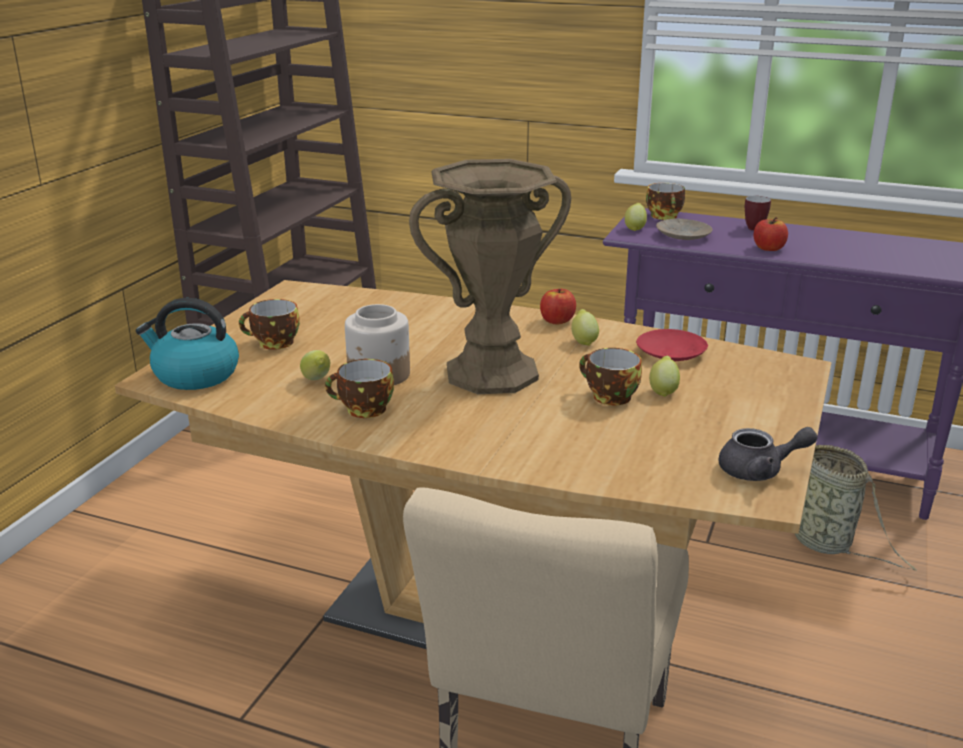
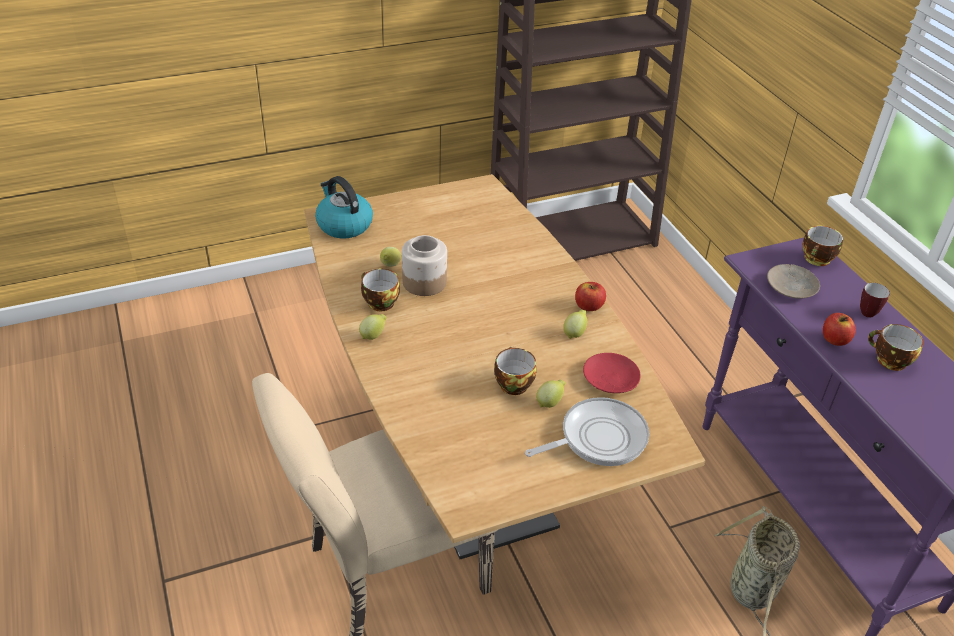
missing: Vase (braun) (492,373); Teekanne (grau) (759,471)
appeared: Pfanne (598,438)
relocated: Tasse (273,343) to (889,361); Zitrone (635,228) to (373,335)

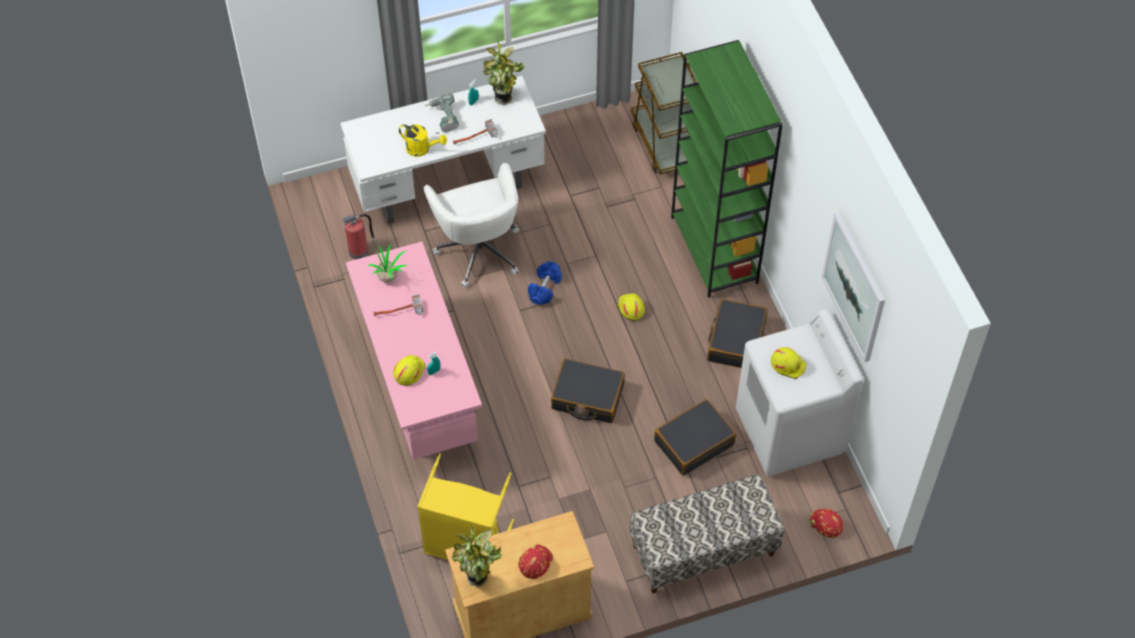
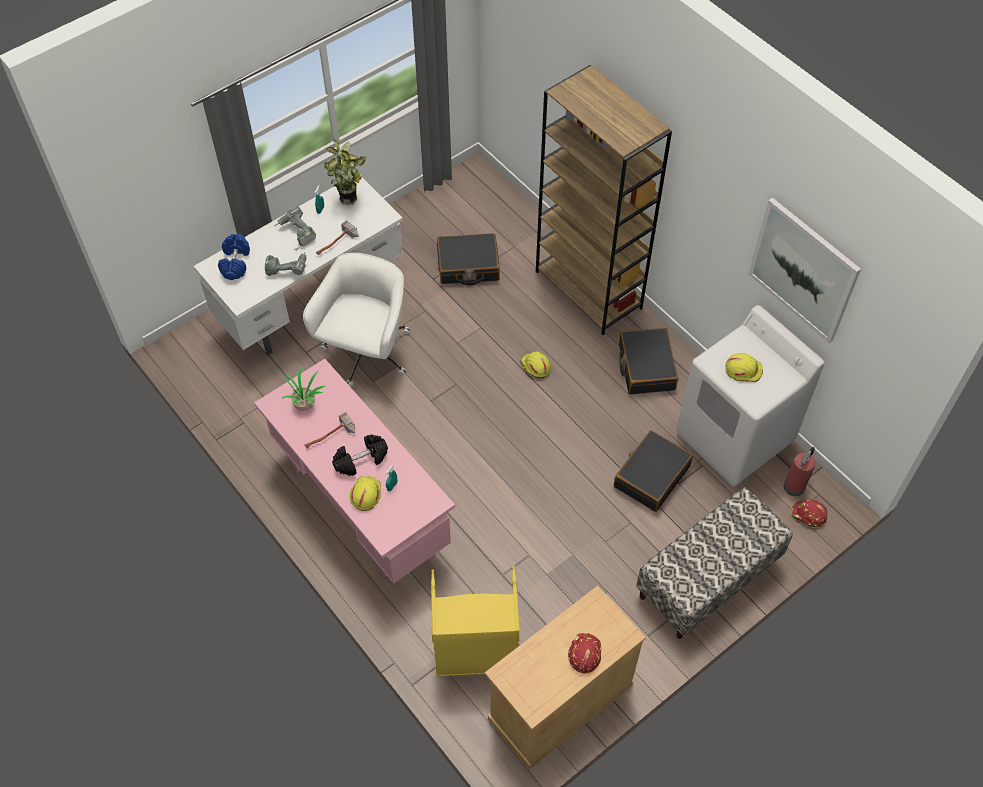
missing: Topfpflanze (479,579); Rollwagen (braun) (666,143)
appeared: Hantel (schwarz) (361,460)
relocated: Feuerlöscher (359,251) to (794,486); Hantel (blau) (544,288) to (235,263); Koffer (schwarz) (587,397) to (468,266)
exchanged: Gießkanne (gelb) (422,149) to Bohrmaschine (287,268)
colour: Bücherregal (grün) (715,250) to Bücherregal (braun) (589,290)
spun: Bürostuhl (weiß) (479,249) = (366,354) 120 degrees counterclockwise

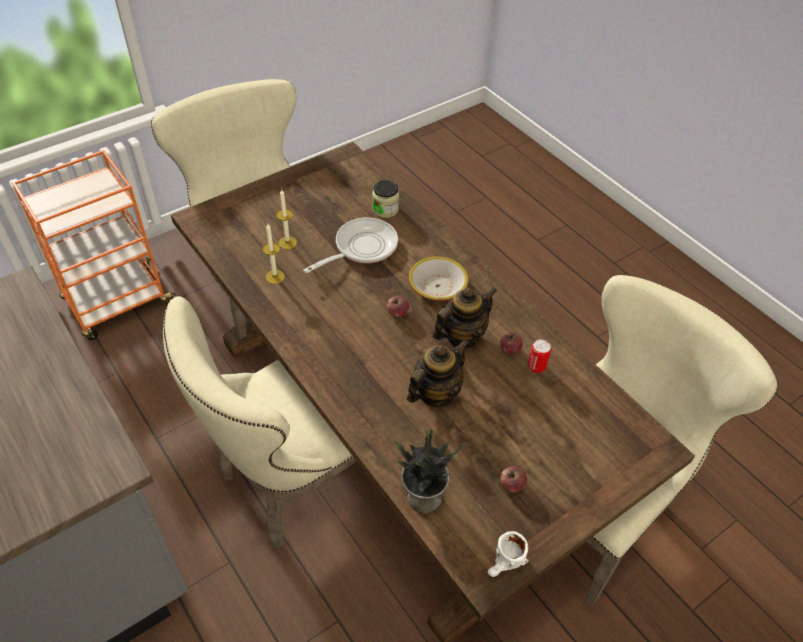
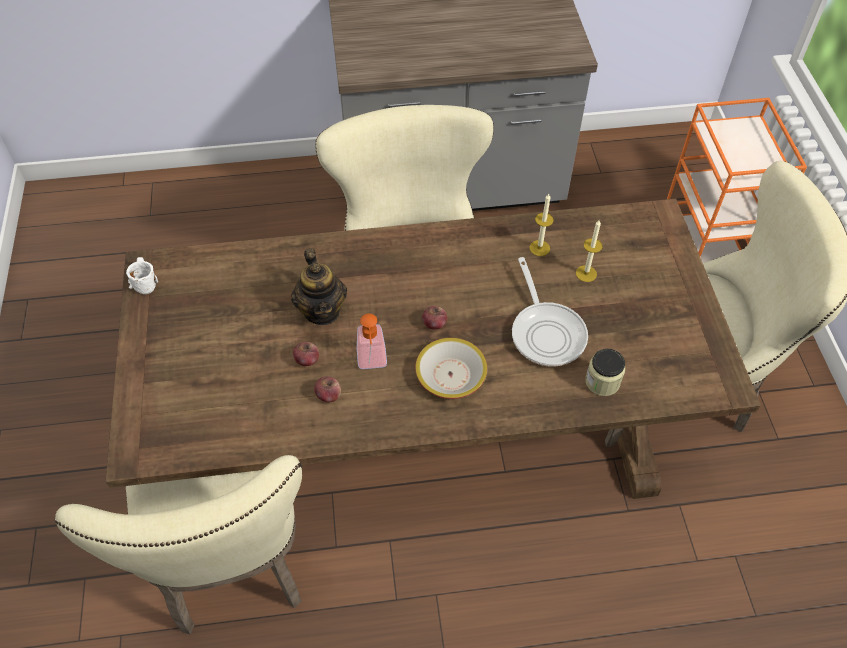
missing: Topfpflanze (422,497); Dose (536,367)
relocated: Apfel (511,485) to (307,360)
exchanged: Teekanne (461,335) to Seifenspender (372,363)

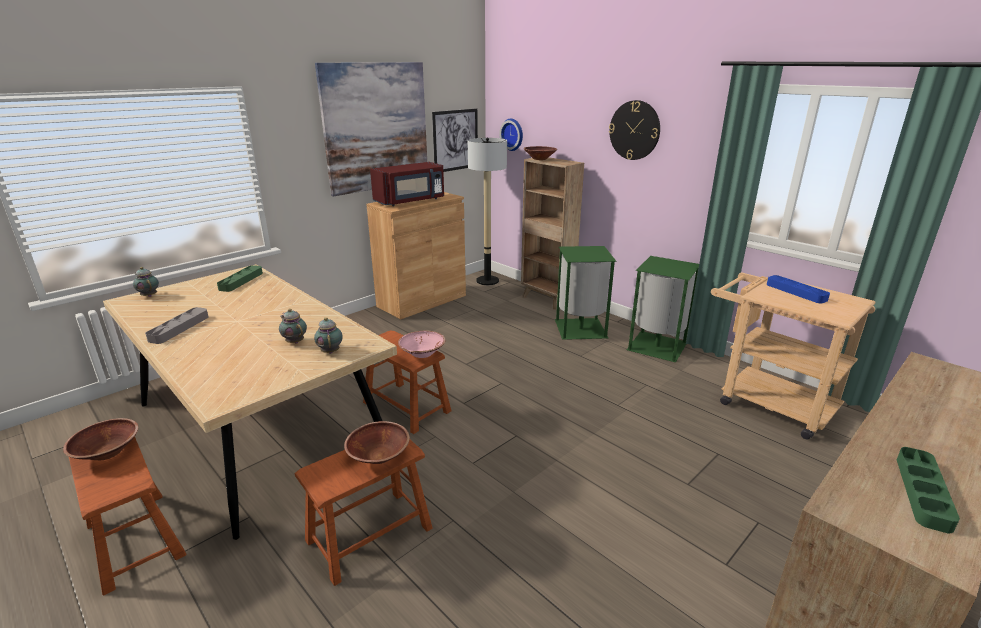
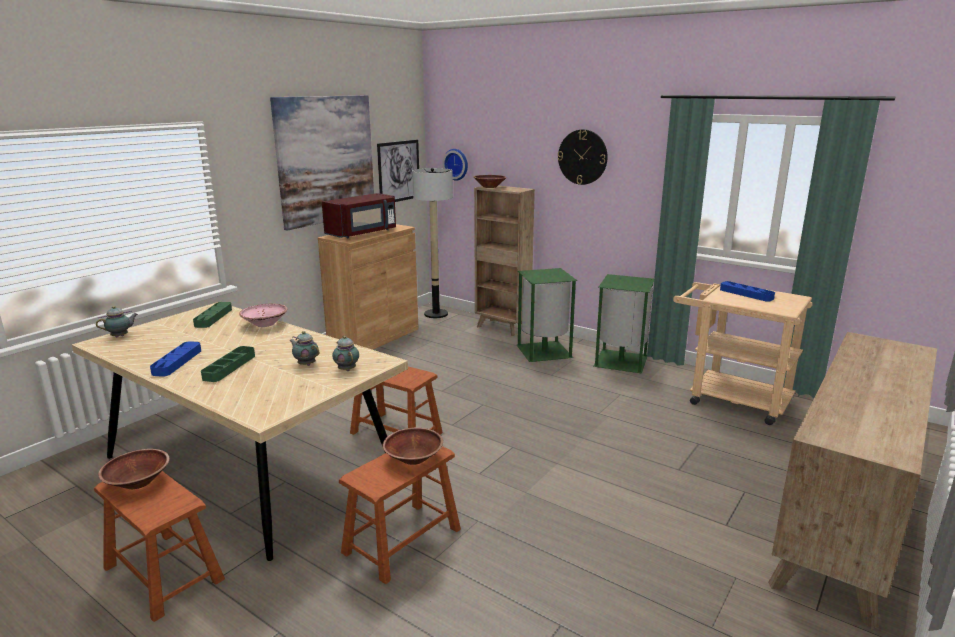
relocated: Schüssel (rosa) (422,353) to (265,324); Tablett (grün) (922,492) to (229,367)
colour: Tablett (grau) (179,328) to Tablett (blau) (177,362)
spun: Teekanne (149,295) = (121,336) 105 degrees clockwise

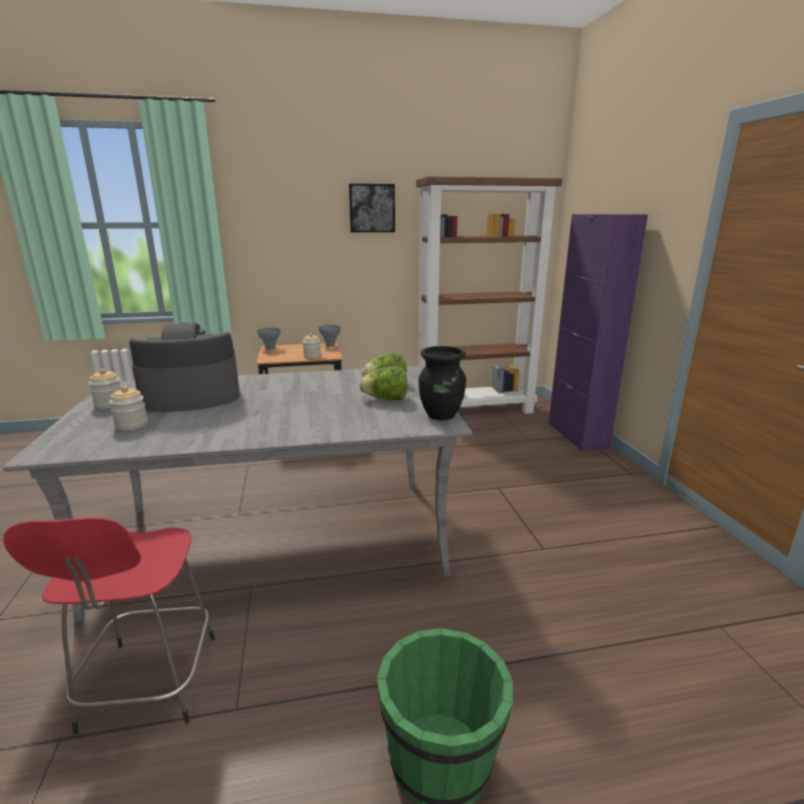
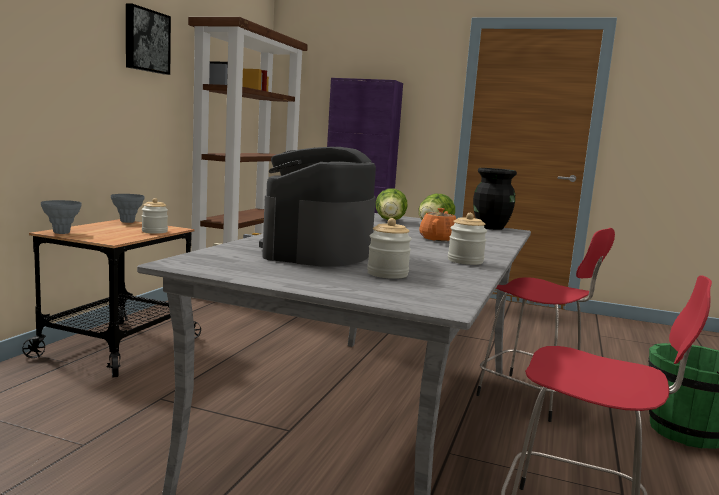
appeared: Teekanne (orange) (438,239); Hocker (rot) (532,398)
relocated: Vorratsglas (109,404) to (465,261)

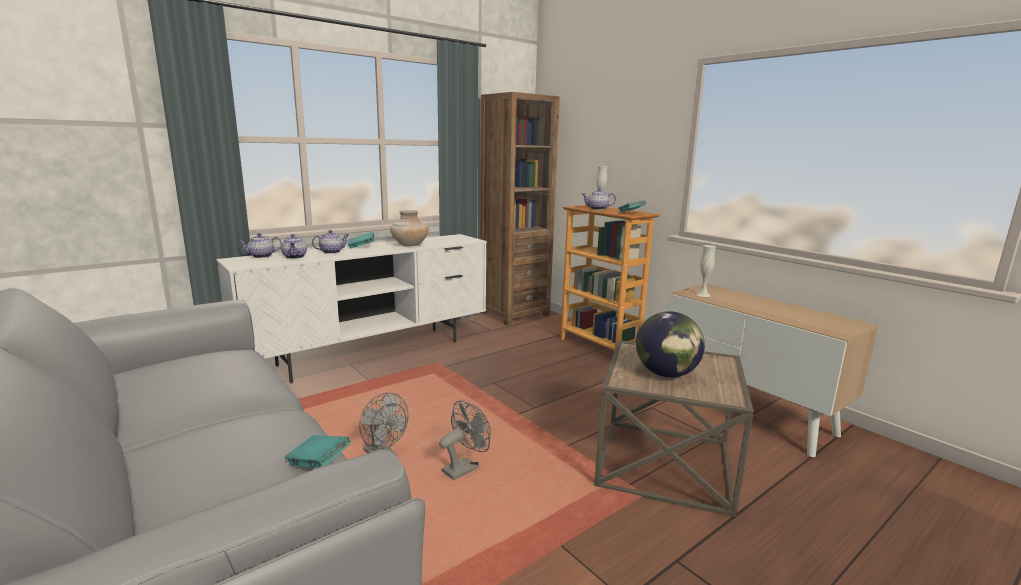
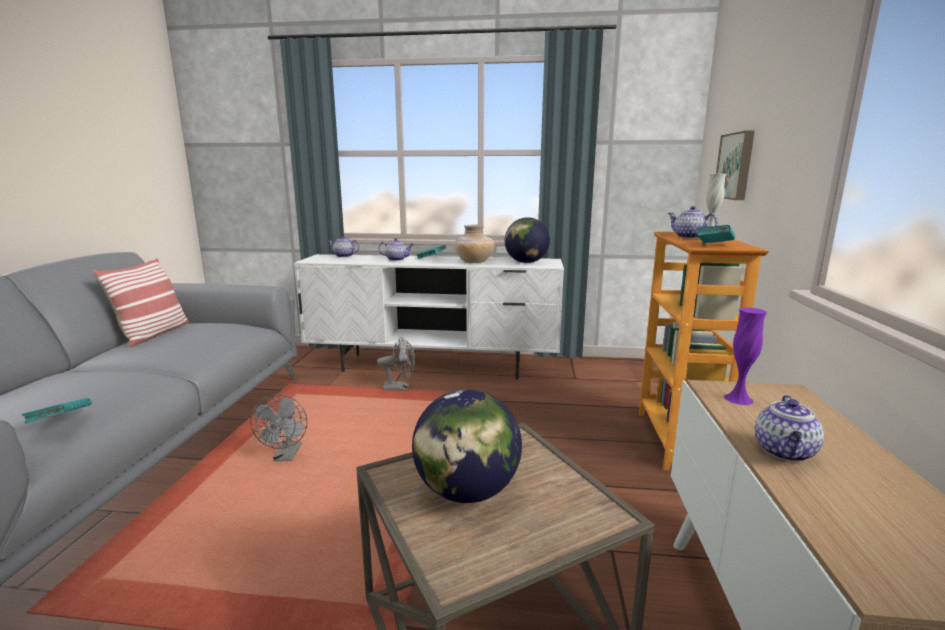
missing: Bücherregal (braun) (514,314)
appeared: Kissen (153,334); Globus (526,262); Bild (736,166)
relocated: Teekanne (295,257) to (785,452); Ventilator (grau) (465,468) to (400,388)
colour: Vase (weiß) (703,295) to Vase (lila) (738,399)

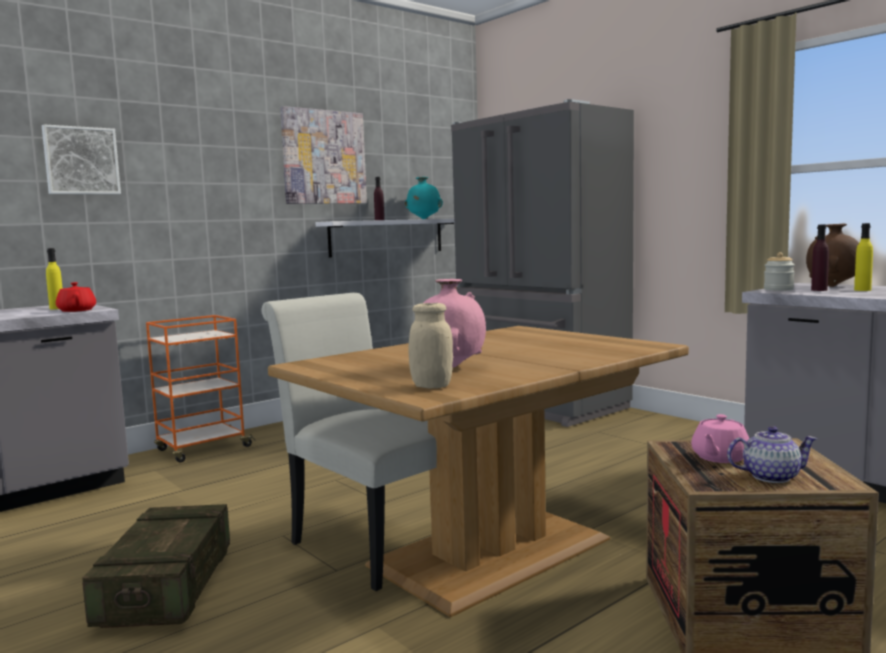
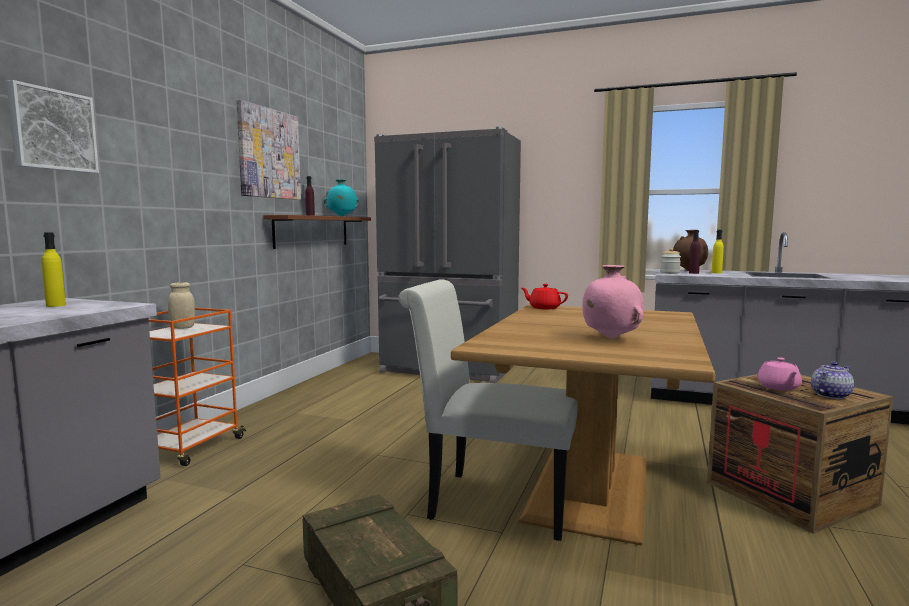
relocated: Teekanne (rot) (77,310) to (544,308); Vorratsglas (beige) (431,386) to (182,327)
colour: Wandregal (weiß) (387,237) to Wandregal (braun) (312,231)

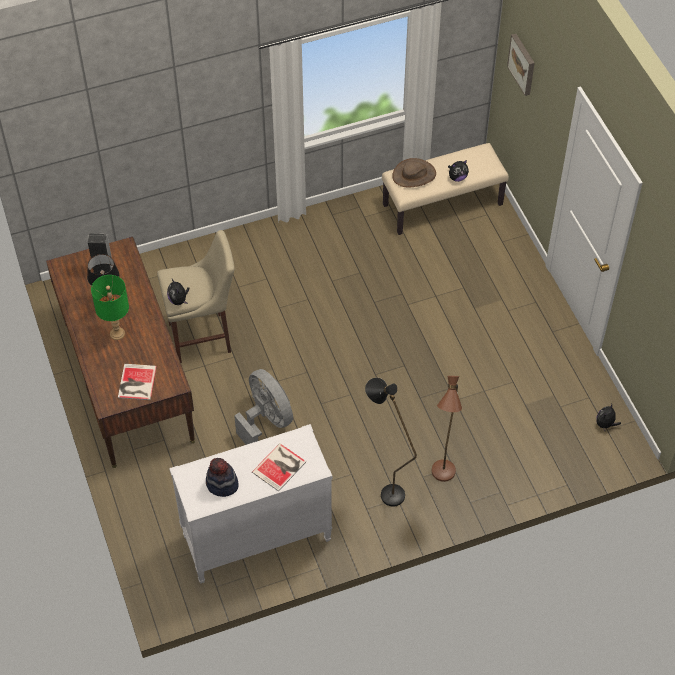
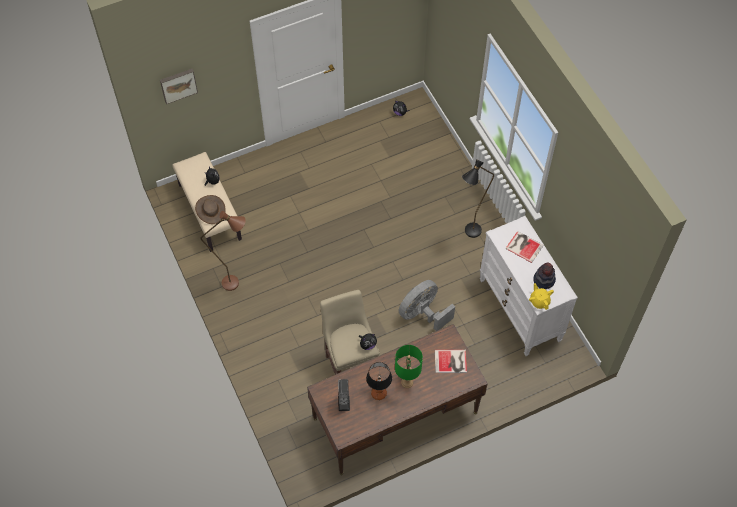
appeared: Teekanne (gelb) (539,301)
relocated: Stehlampe (braun) (442,479) to (237,283)

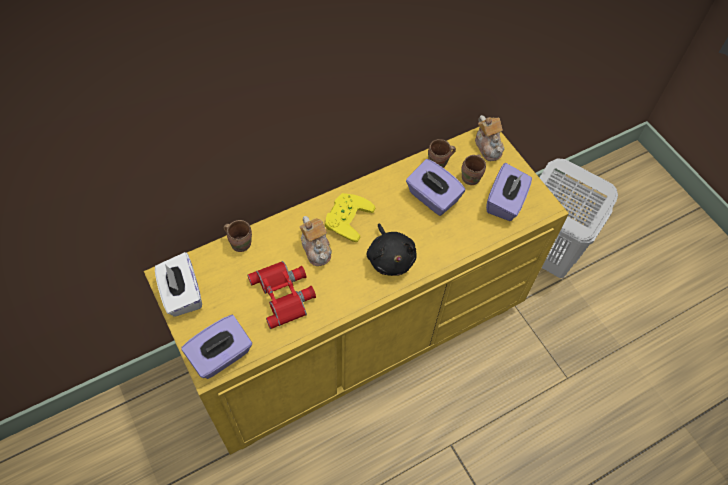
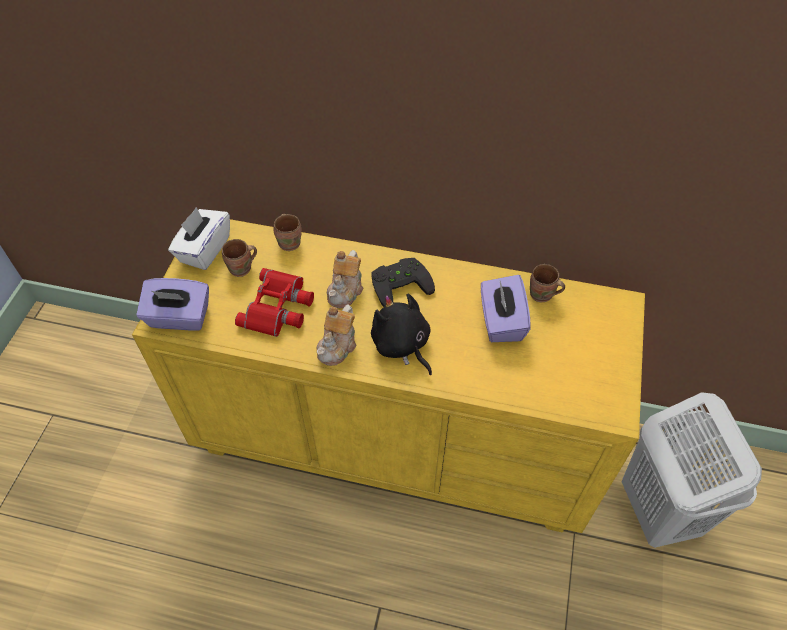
missing: Taschentuchbox (lila) (505,202)
relocated: Henkelbecher (braun) (472,178) to (242,269); Teekanne (488,146) to (338,346)
colour: Gamepad (gelb) (345,217) to Gamepad (schwarz) (399,282)
spun: Plüschtier (schwarz) (390,258) = (402,345) 120 degrees clockwise

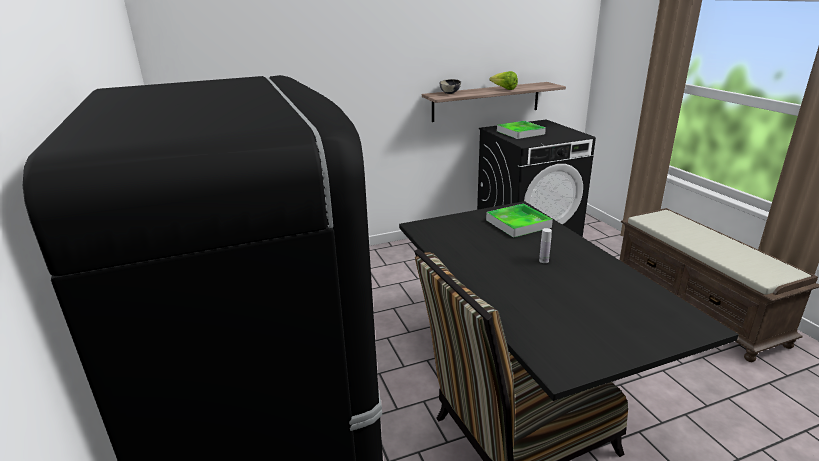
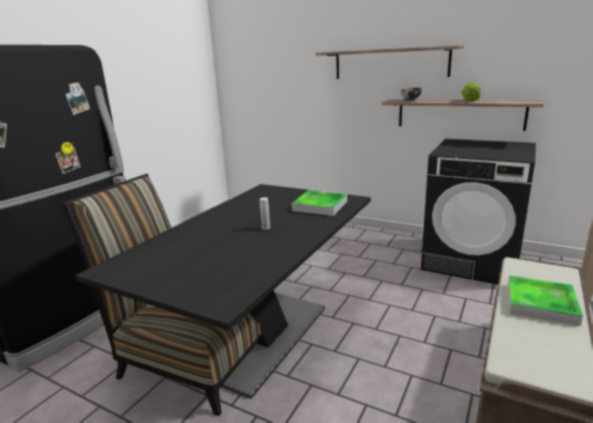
appeared: Wandregal (390,63)
relocated: Tablett (520,132) to (541,303)

